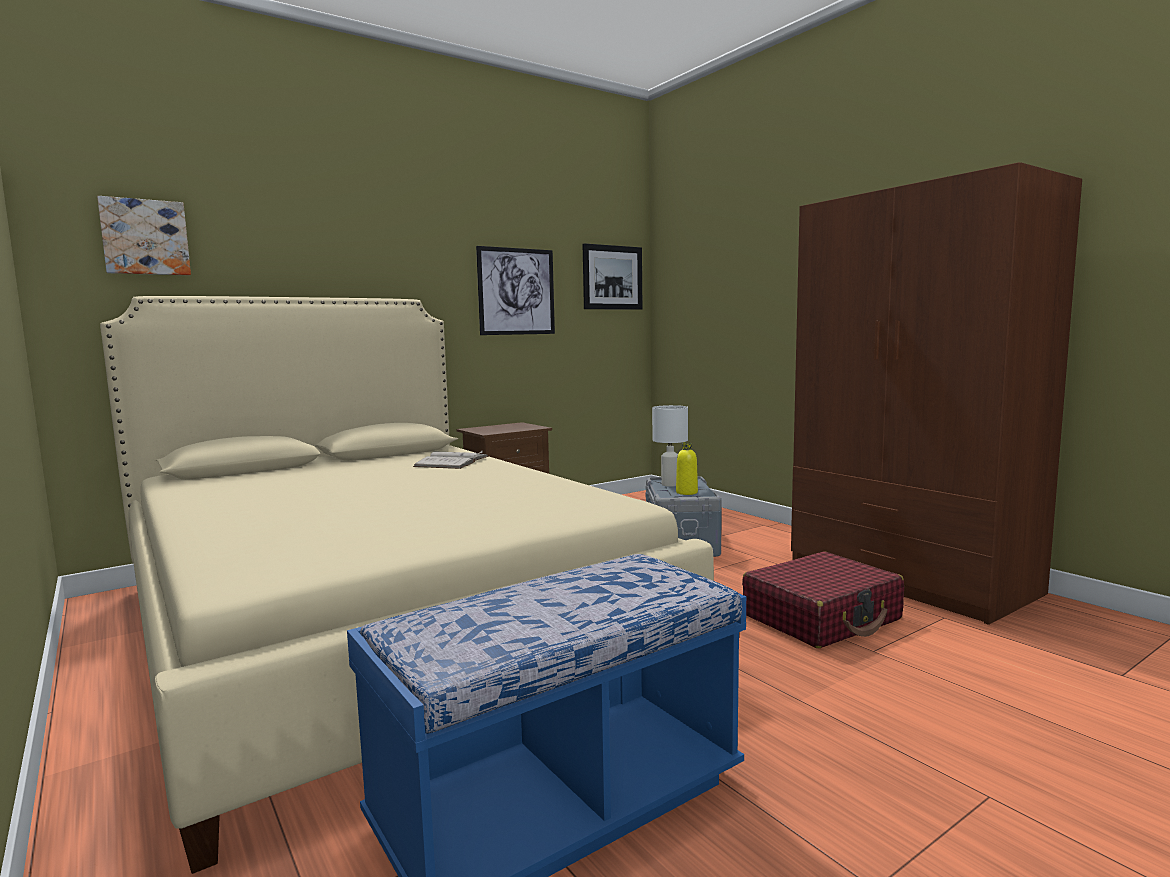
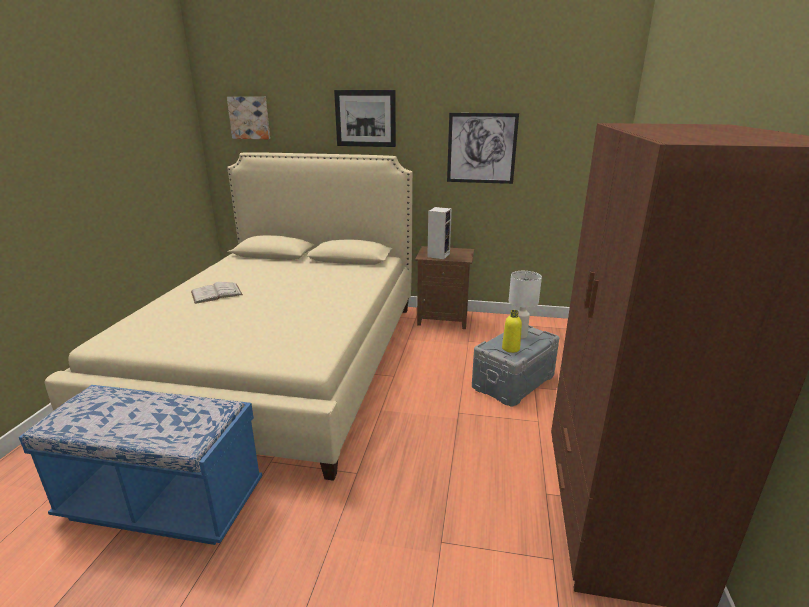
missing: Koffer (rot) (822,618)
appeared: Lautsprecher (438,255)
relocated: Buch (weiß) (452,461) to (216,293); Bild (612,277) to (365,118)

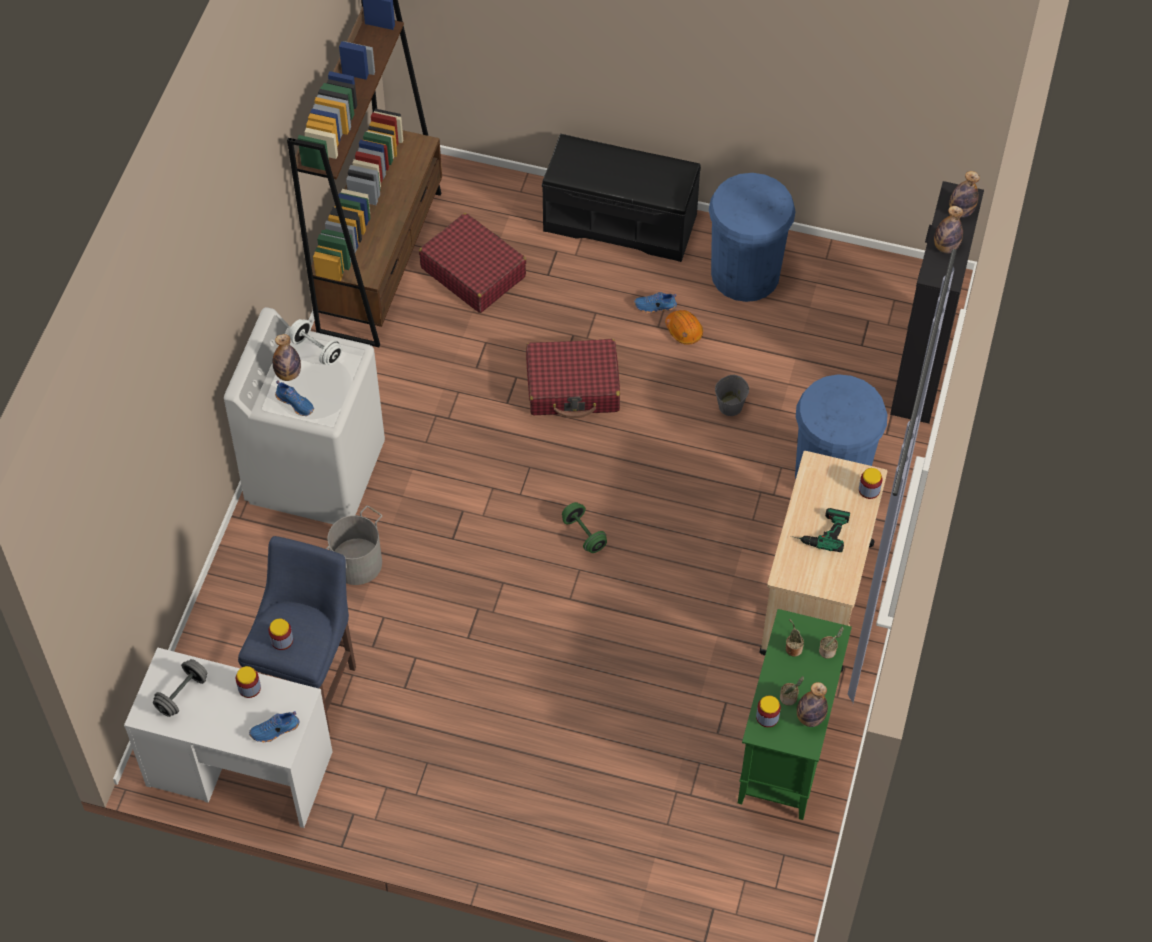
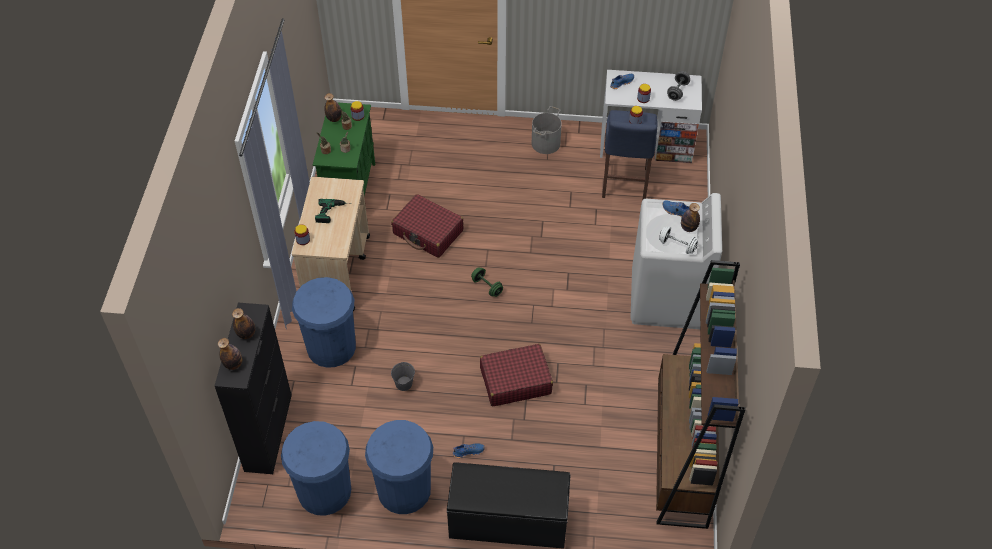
missing: Schutzhelm (orange) (684,330)
appeared: Mülleimer (blau) (324,491)
relocated: Eimer (grau) (356,562) to (546,143); Koffer (rot) (473,272) to (428,232)

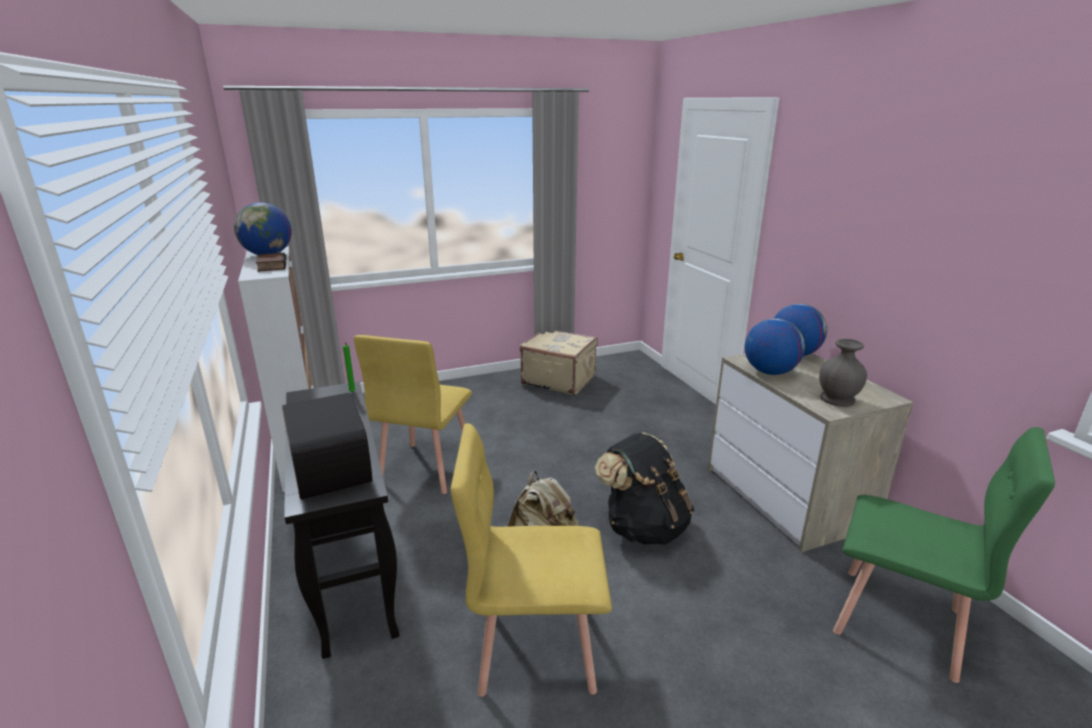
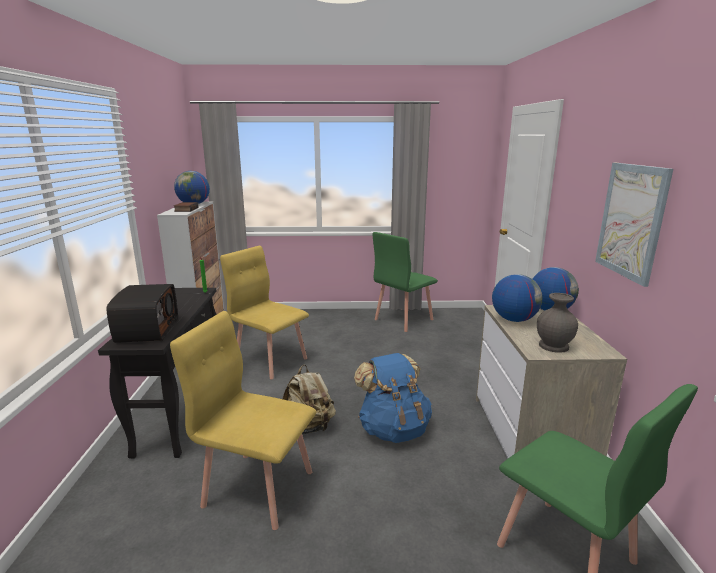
appeared: Bild (631,221)
exchanged: Koffer (beige) (559,379) to Stuhl (grün) (403,319)
colour: Rucksack (schwarz) (643,527) to Rucksack (blau) (393,429)
spun: Stuhl (gelb) (426,468) = (271,360) 90 degrees clockwise

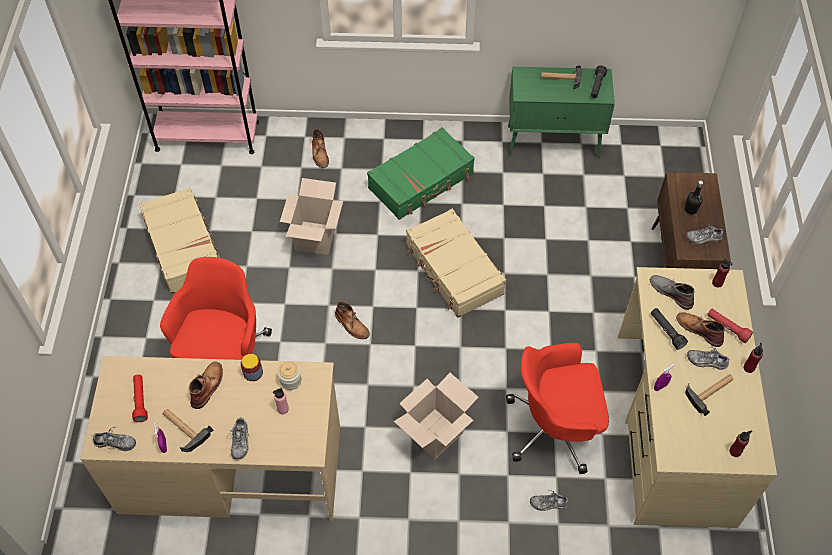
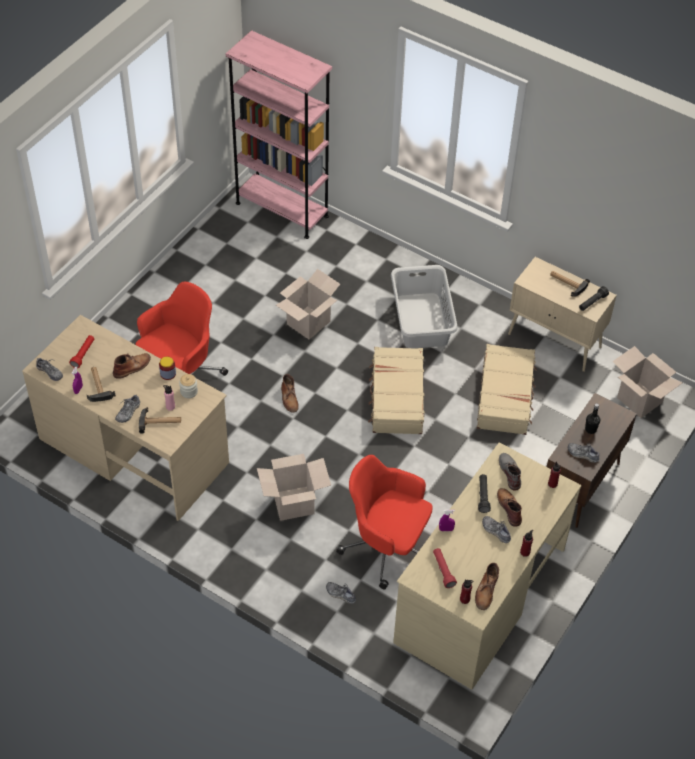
appeared: Karton (639,400)
relocated: Koffer (beige) (184,246) to (505,396); Stiefel (braun) (320,154) to (486,591); Hammer (710,391) to (160,422); Taschenlampe (rot) (727,328) to (443,570)
exchanged: Koffer (grün) (421,181) to Wäschekorb (grau) (422,320)
colour: Schrank (grün) (554,142) to Schrank (beige) (555,341)

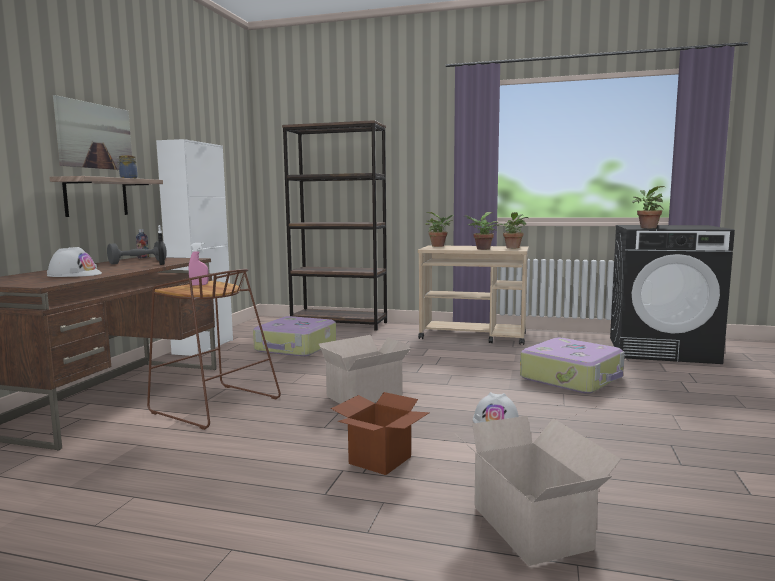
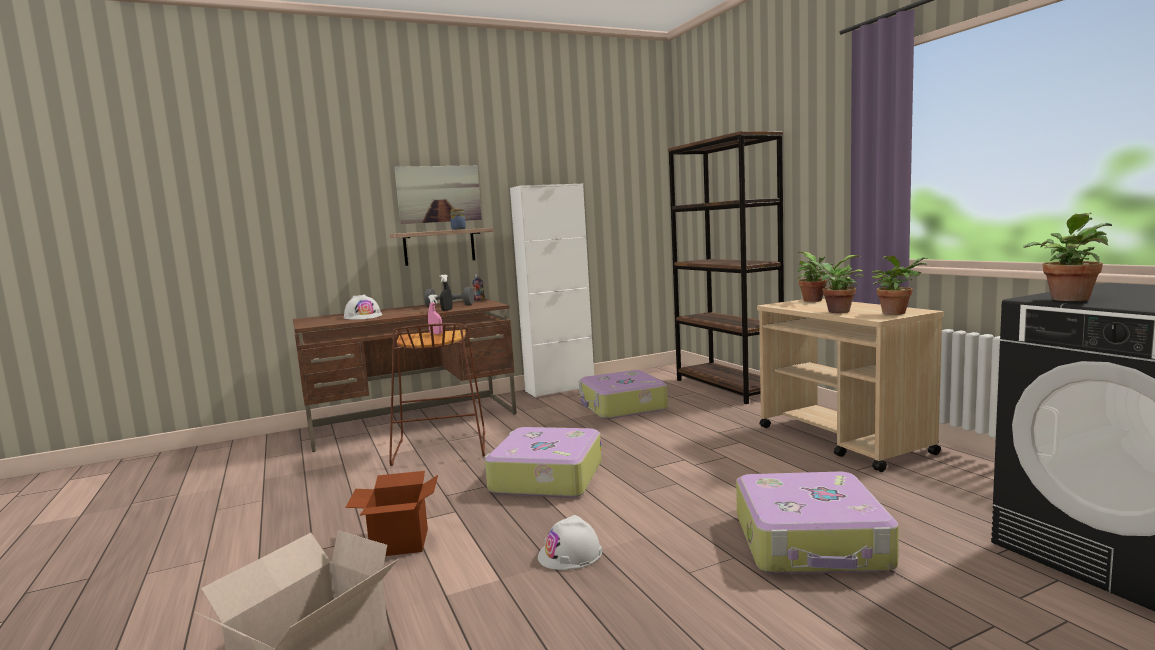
exchanged: Karton (366,395) to Koffer (545,477)

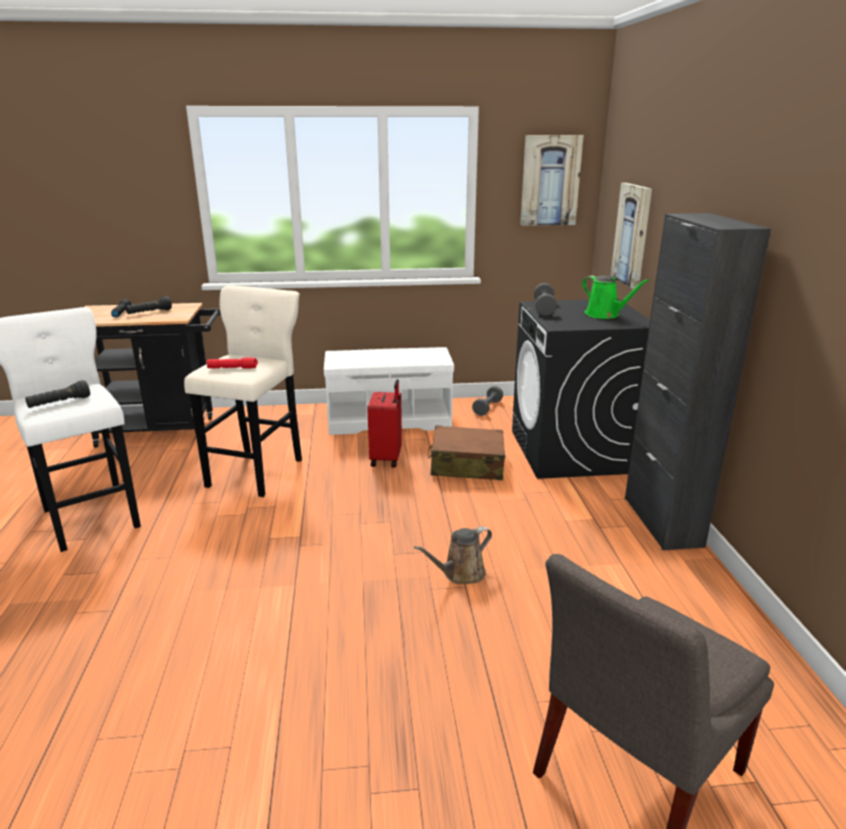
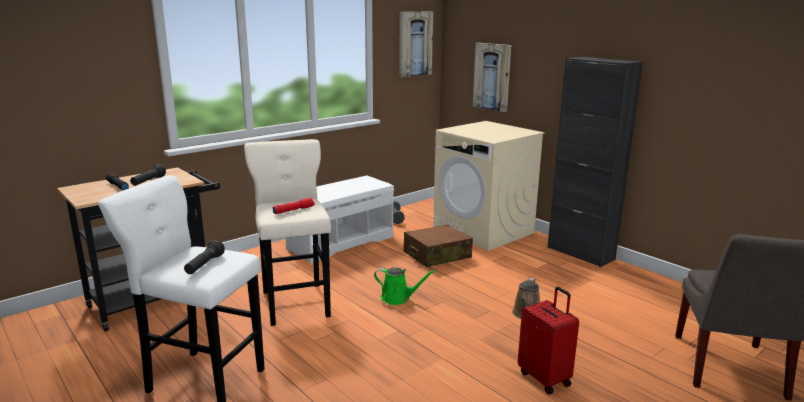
missing: Hantel (grau) (544,309)
relocated: Koffer (rot) (387,458) to (545,378); Gießkanne (grün) (604,315) to (398,298)
colour: Waschmaschine (schwarz) (571,451) to Waschmaschine (beige) (484,231)

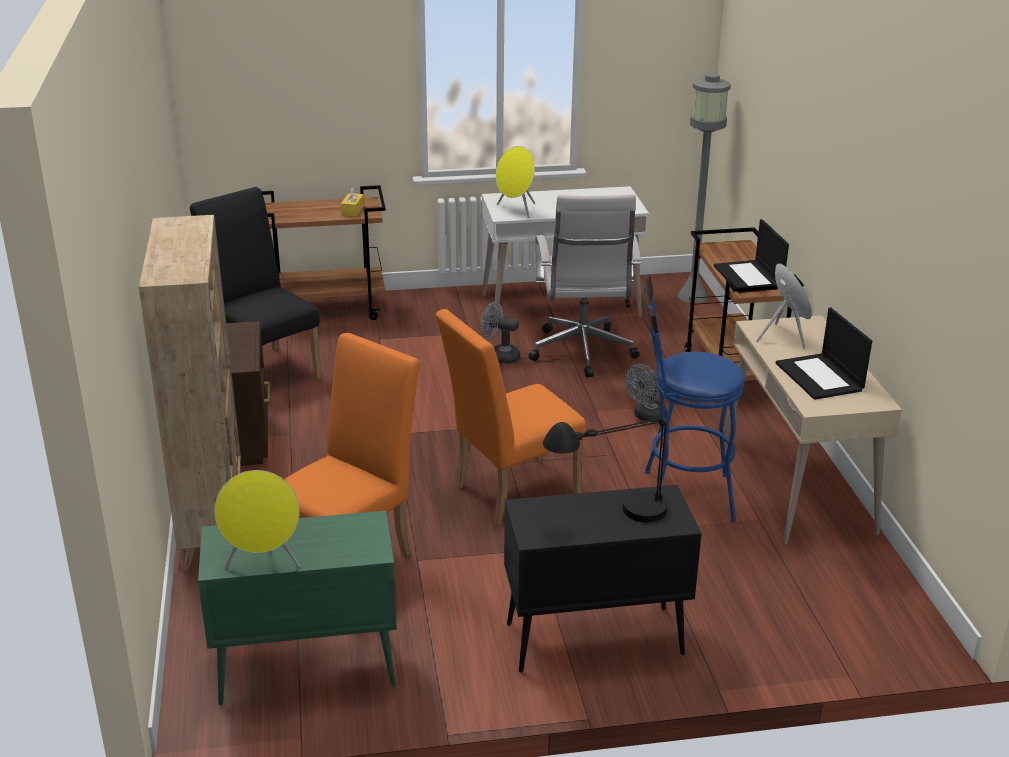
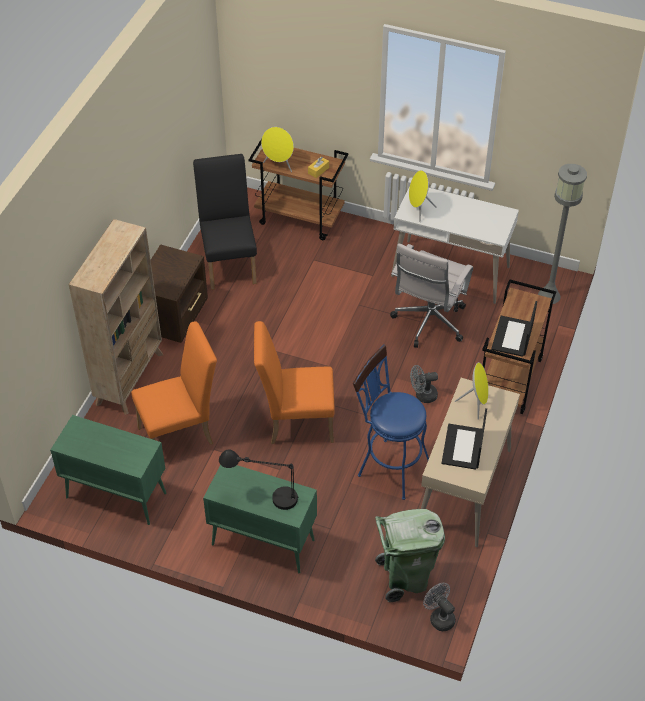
appeared: Mülleimer (grün) (404,578)
relocated: Lautsprecher (gelb) (263,563) to (279,165); Ventilator (grau) (500,356) to (439,617)
colour: Schrank (schwarz) (592,639) to Schrank (grün) (262,542)

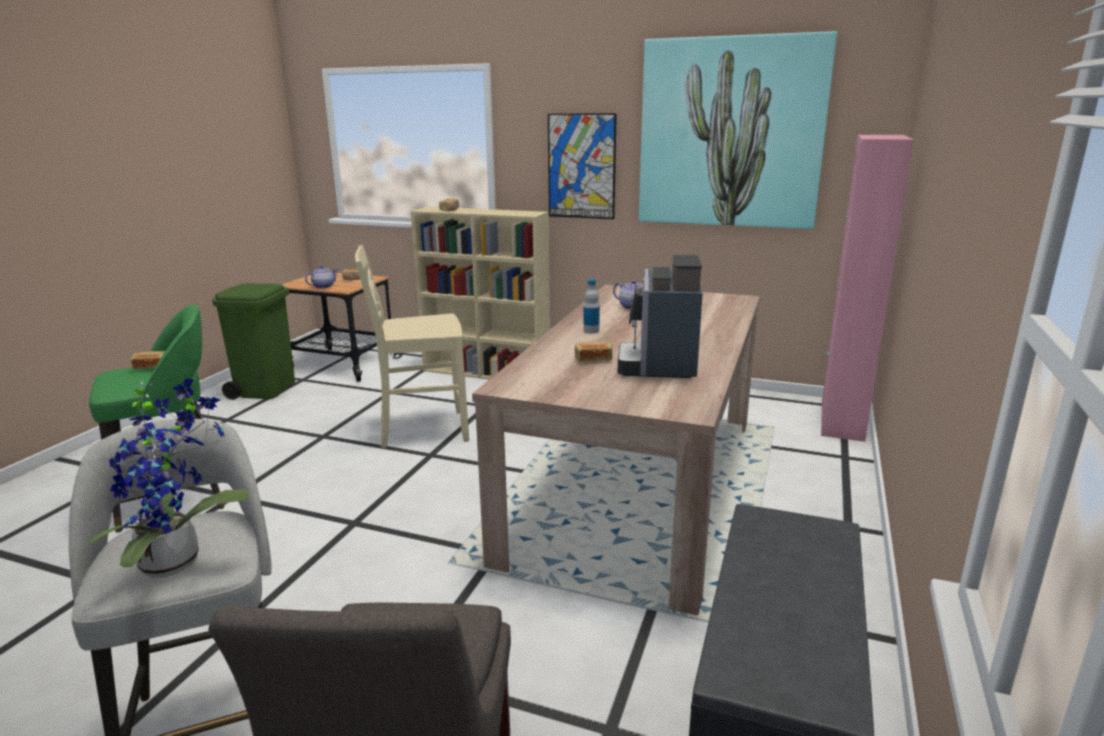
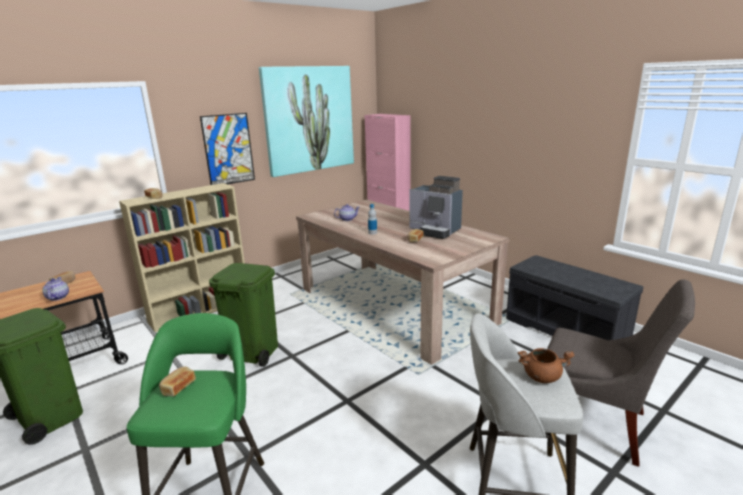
exchanged: Topfpflanze (179,561) to Kochtopf (braun) (542,376); Stuhl (beige) (421,430) to Mülleimer (grün) (252,352)

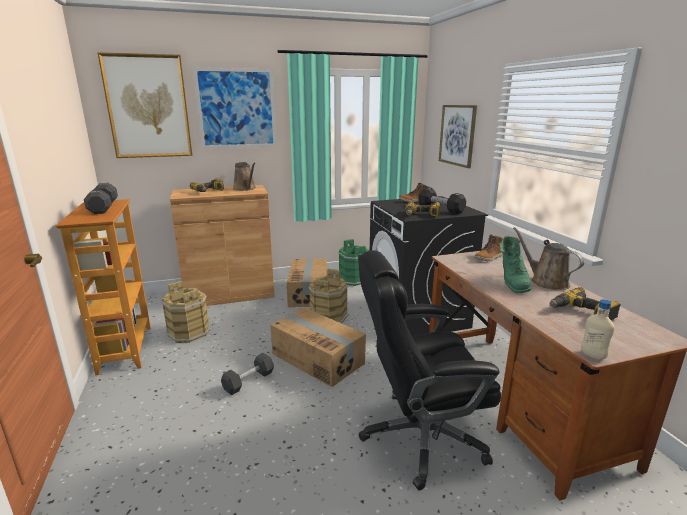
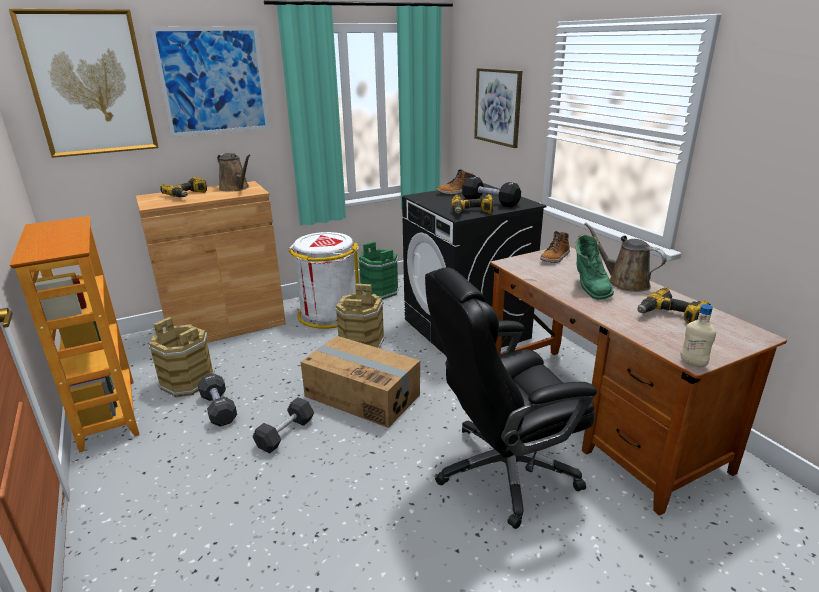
relocated: Hantel (schwarz) (103,208) to (218,408)
exchanged: Karton (309,293) to Mülleimer (weiß) (328,314)

